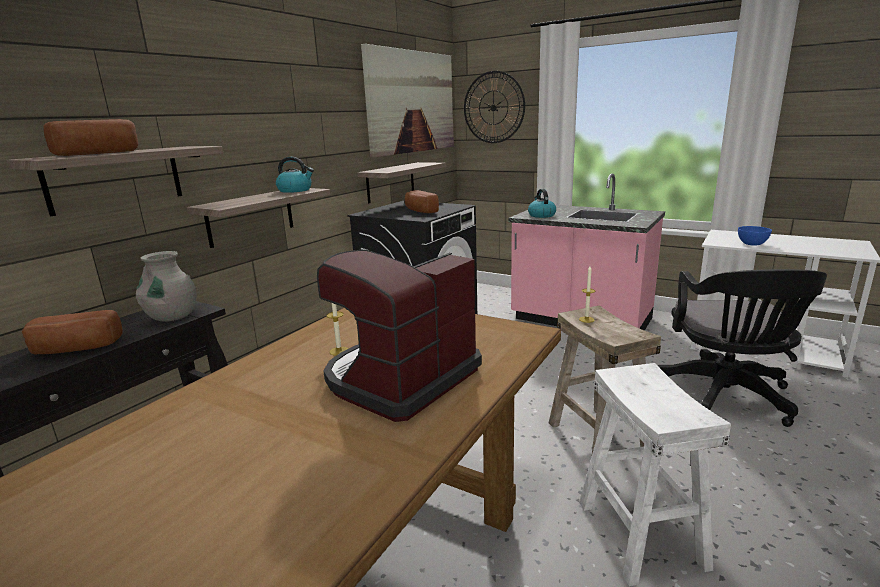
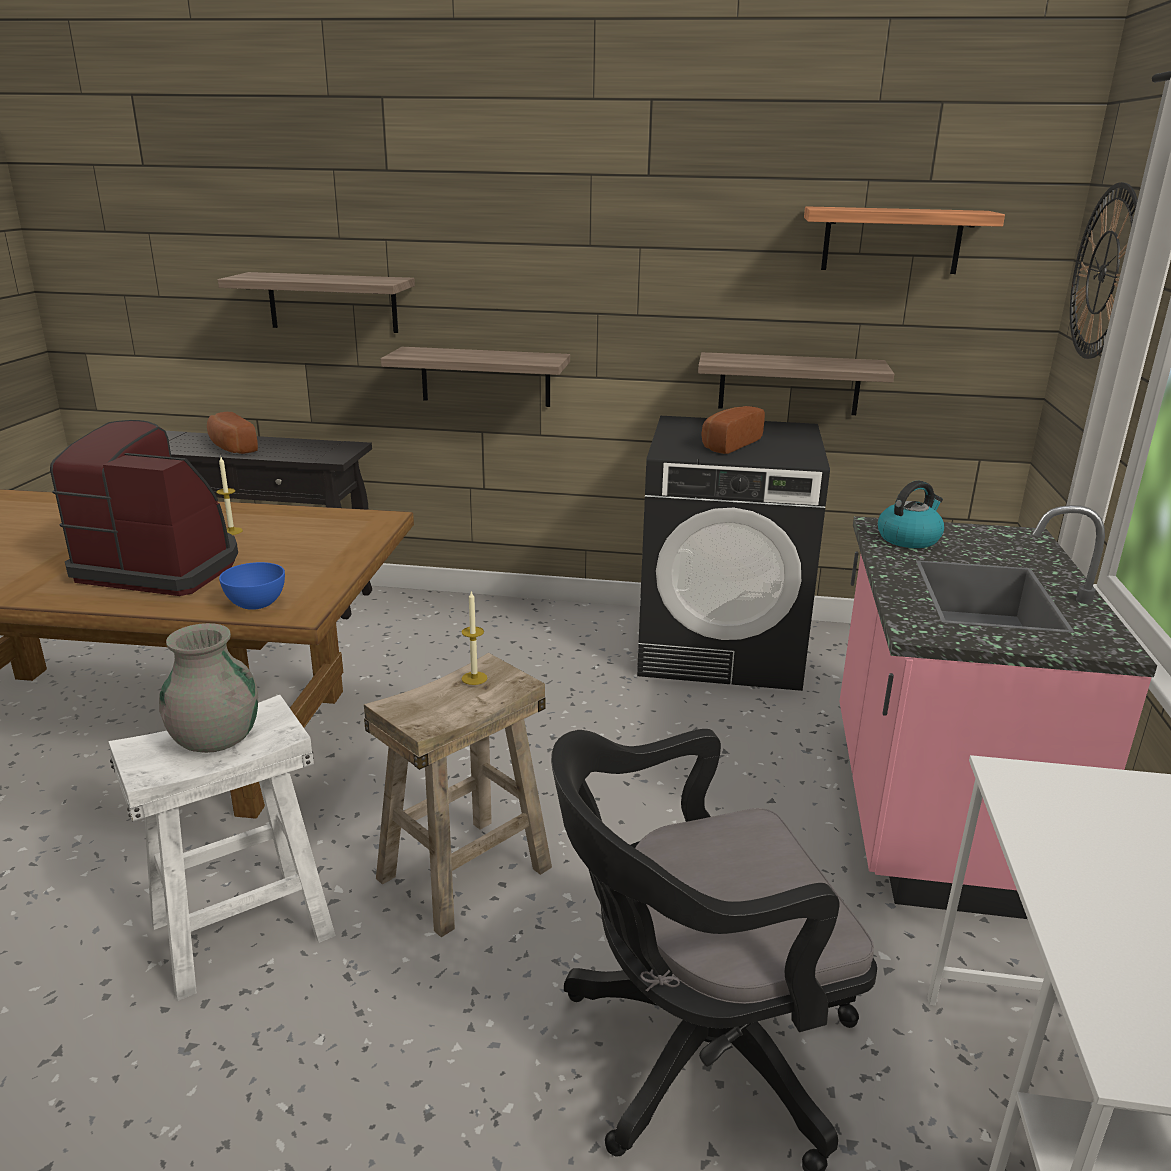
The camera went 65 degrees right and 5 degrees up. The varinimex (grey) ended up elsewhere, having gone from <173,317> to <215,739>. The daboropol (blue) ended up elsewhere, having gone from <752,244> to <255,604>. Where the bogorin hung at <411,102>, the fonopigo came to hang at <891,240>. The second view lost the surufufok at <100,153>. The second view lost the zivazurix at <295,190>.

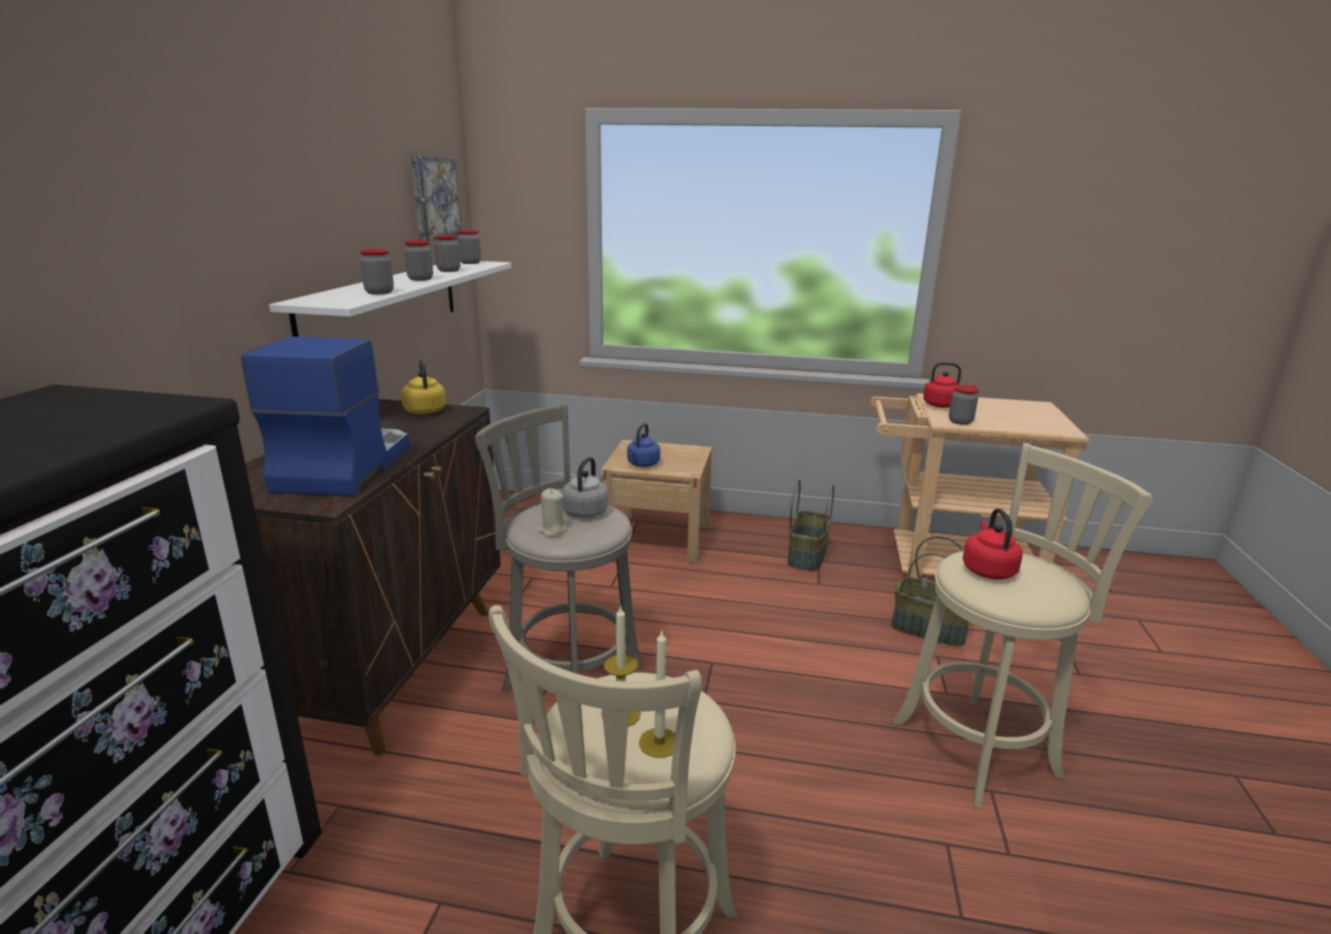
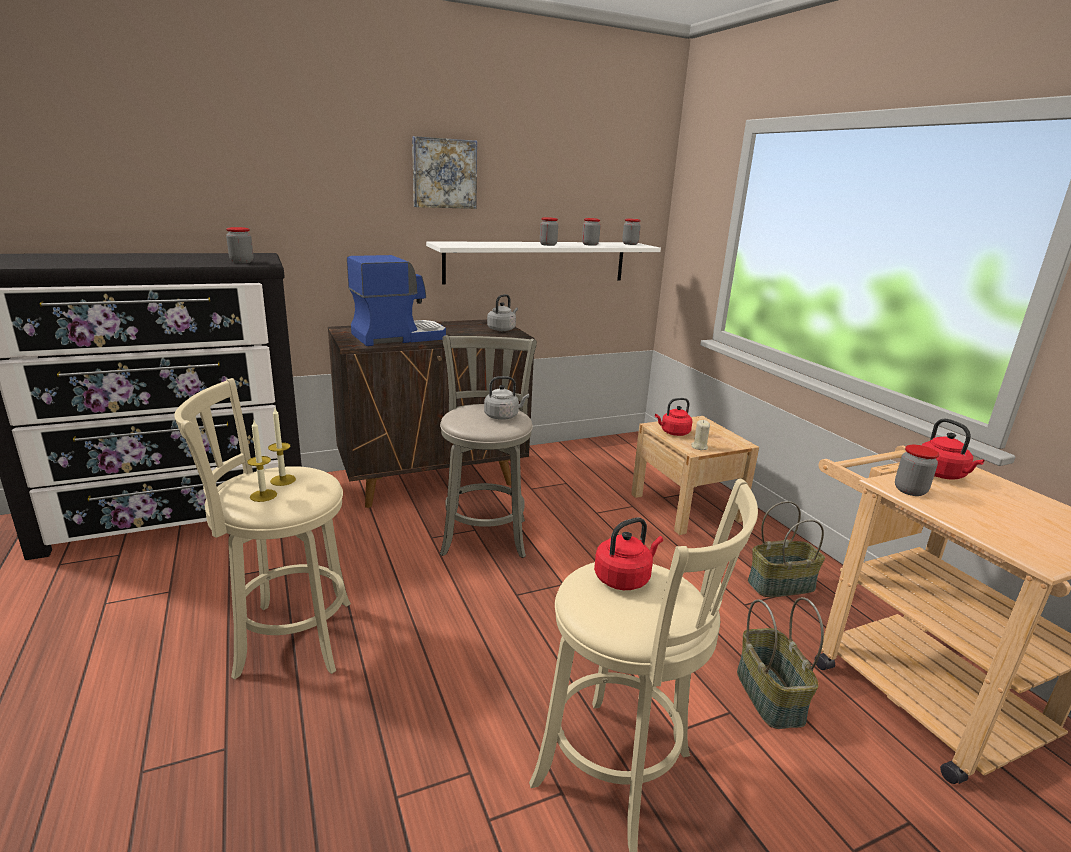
The camera went 55 degrees right and 0 degrees up. The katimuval ended up elsewhere, having gone from <379,292> to <242,262>. The bogorin ended up elsewhere, having gone from <433,198> to <444,173>. What was the zivazurix (yellow) at <425,410> turned into the zivazurix (grey) at <502,329>. What was the zivazurix (blue) at <642,464> turned into the zivazurix (red) at <673,433>. The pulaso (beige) ended up elsewhere, having gone from <552,531> to <699,447>.

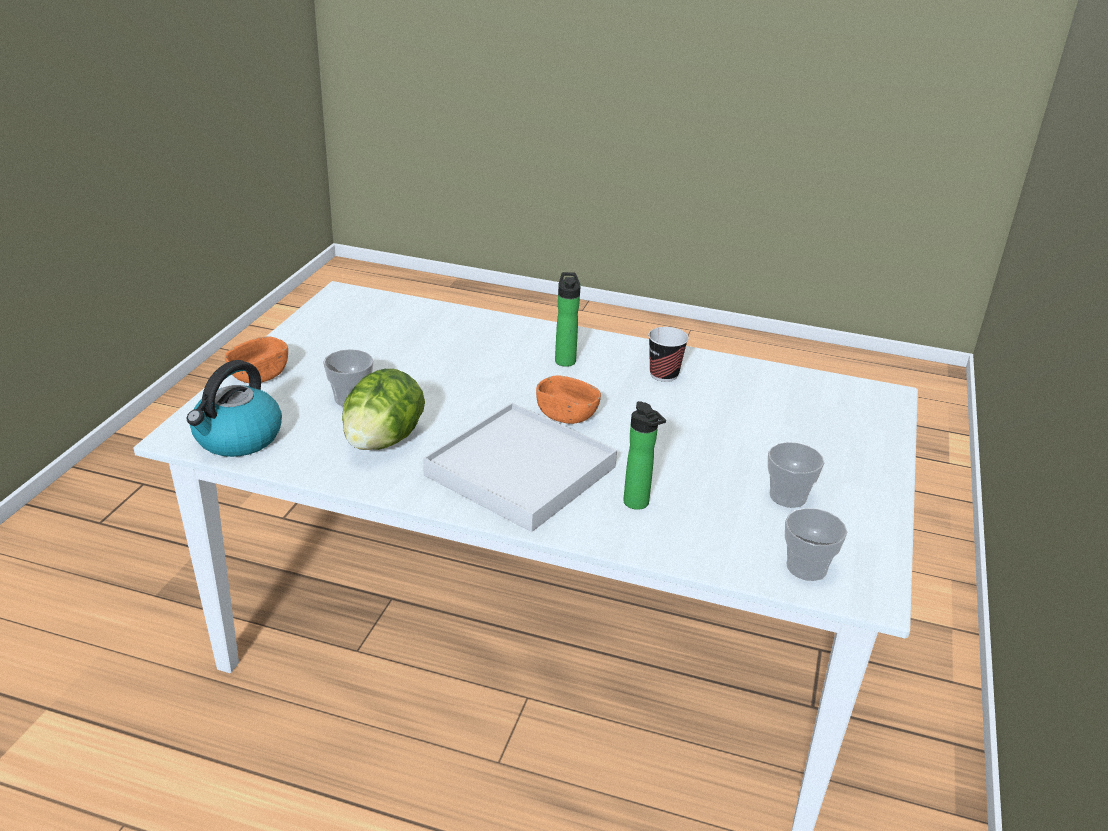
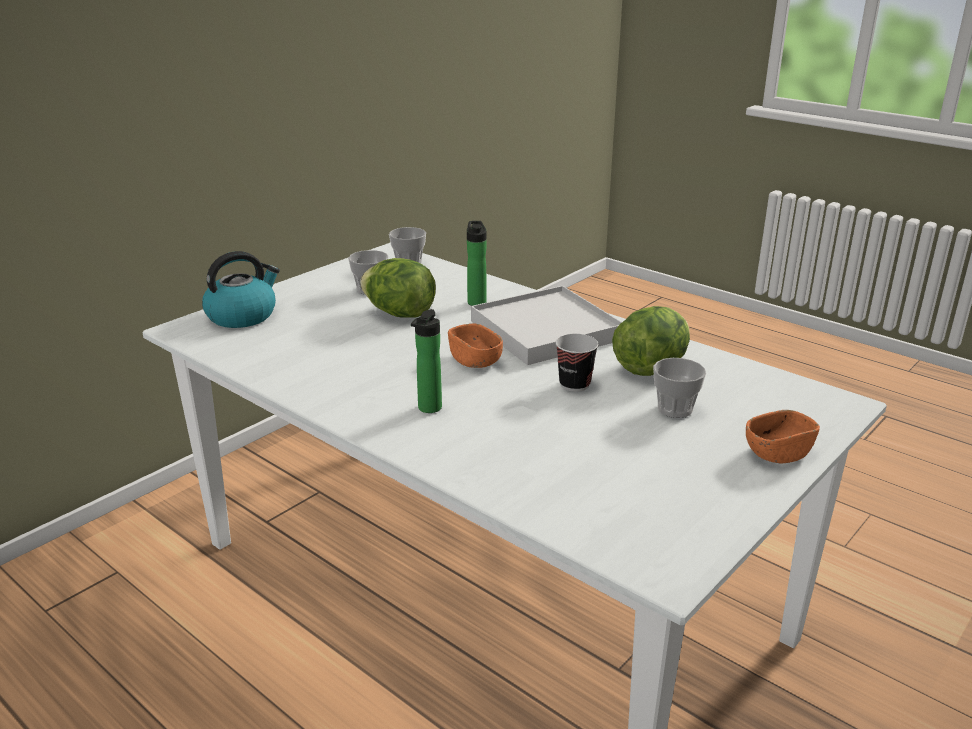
The camera went 155 degrees left and 5 degrees down. The zivazurix ended up elsewhere, having gone from <237,438> to <242,315>. The second view gained the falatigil at <399,313>. The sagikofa ended up elsewhere, having gone from <664,374> to <574,384>.

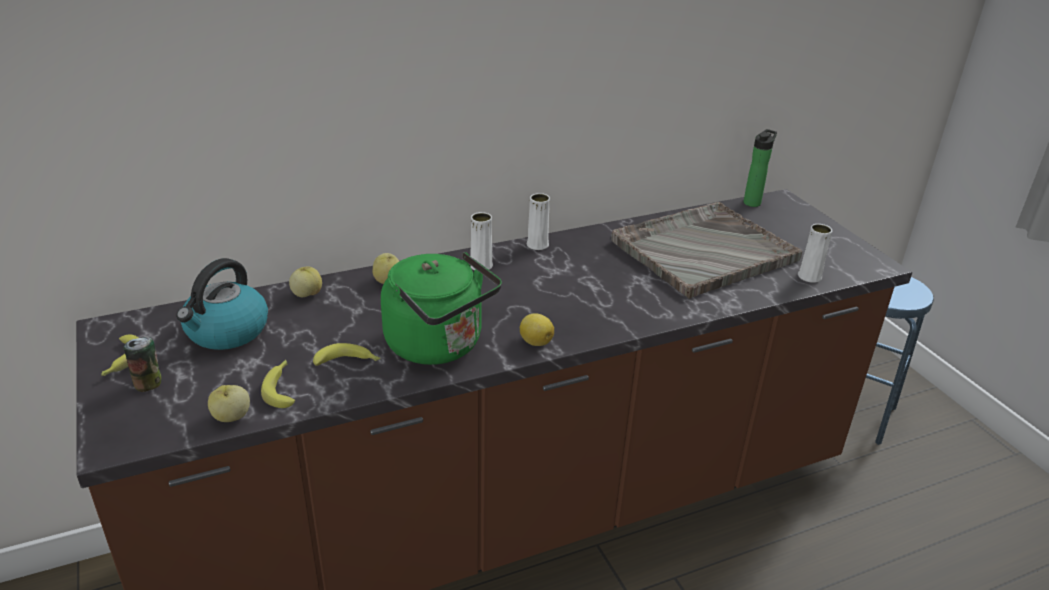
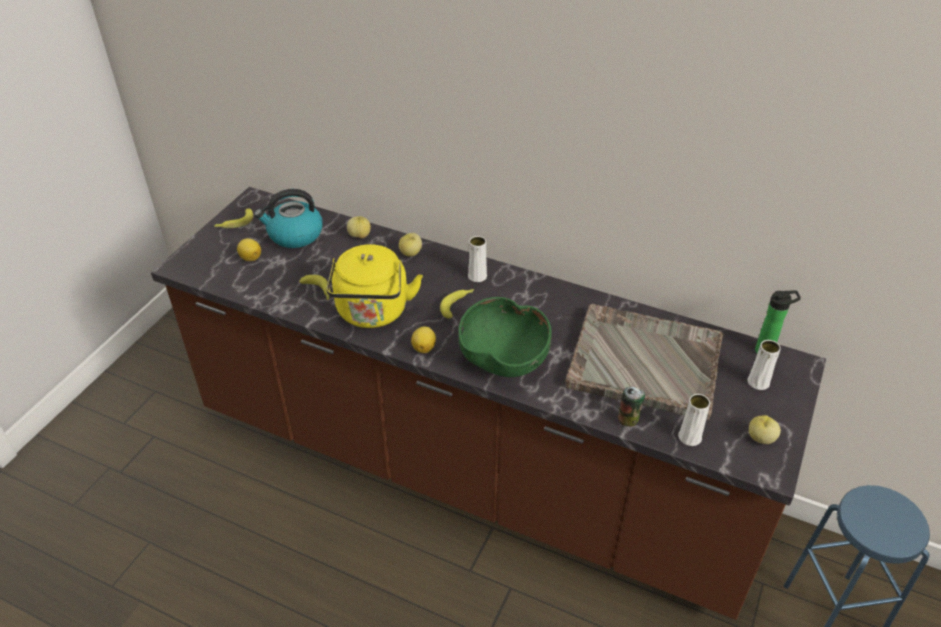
The camera went 50 degrees right and 10 degrees up. The second view gained the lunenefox at <250,257>. What was the zivazurix (green) at <439,346> turned into the zivazurix (yellow) at <373,313>. The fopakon ended up elsewhere, having gone from <282,388> to <458,305>. The second view gained the daboropol (green) at <504,358>. The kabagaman ended up elsewhere, having gone from <148,384> to <628,419>. The varinimex (white) ended up elsewhere, having gone from <537,244> to <758,382>. The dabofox ended up elsewhere, having gone from <231,417> to <760,438>.

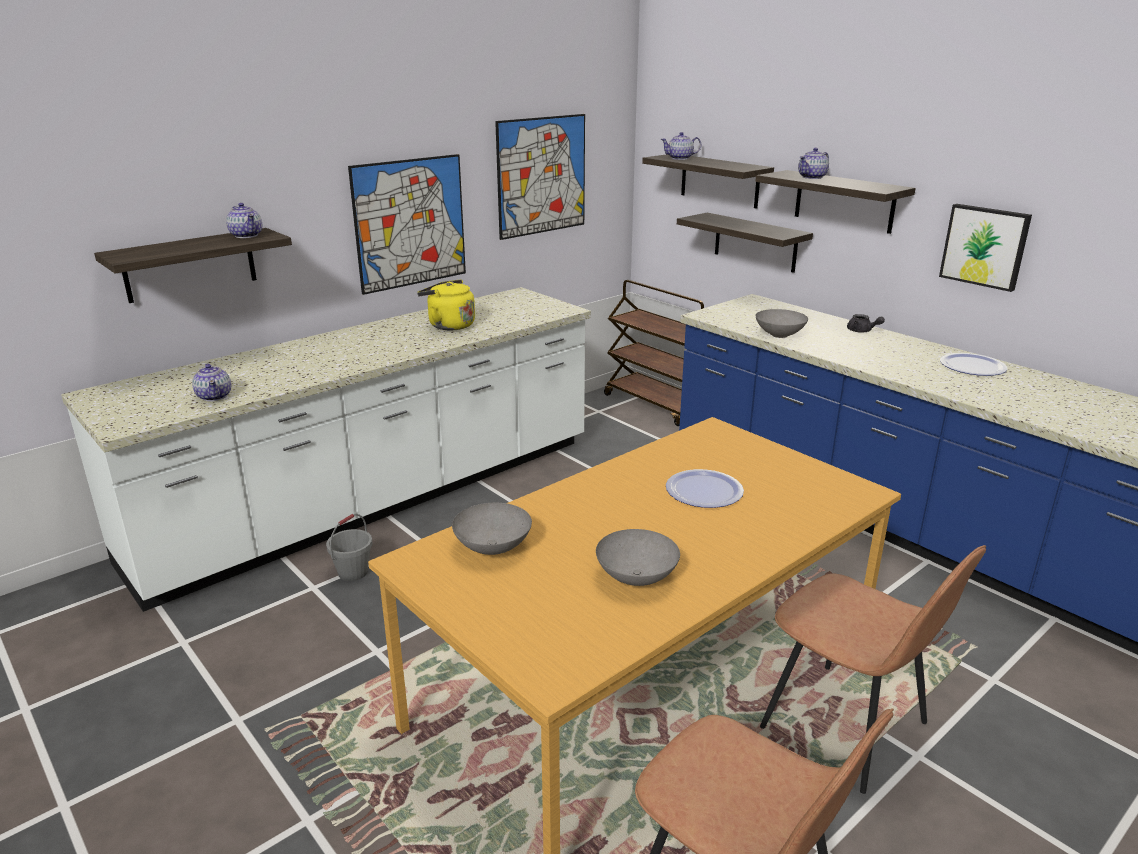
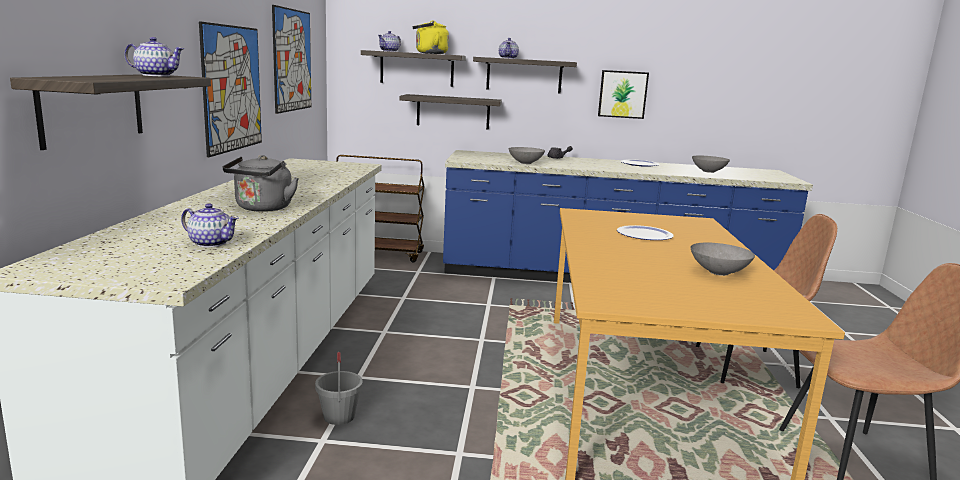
The camera went 45 degrees left and 10 degrees down. The second view gained the zivazurix (grey) at <262,209>. The zivazurix (yellow) ended up elsewhere, having gone from <449,325> to <429,53>. The daboropol (grey) ended up elsewhere, having gone from <493,548> to <709,171>.

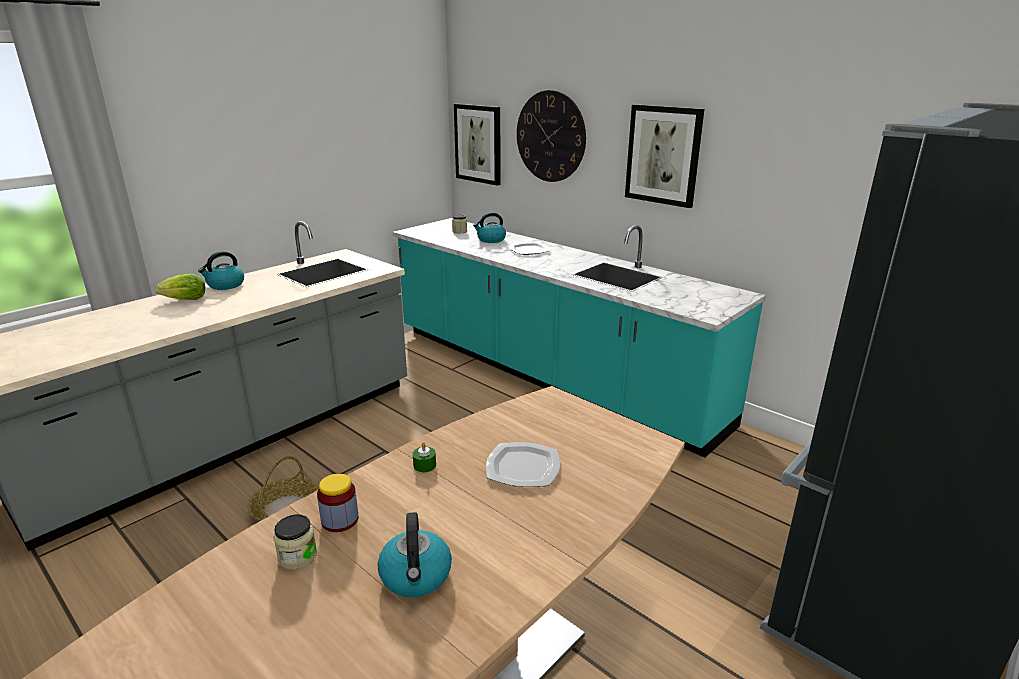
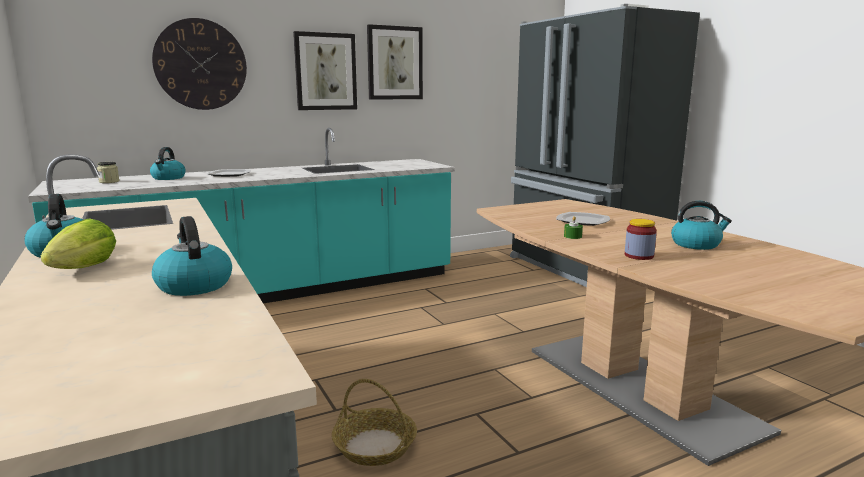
The camera went 70 degrees left and 10 degrees down. The second view gained the zivazurix at <193,285>. The bogorin ended up elsewhere, having gone from <478,144> to <394,63>. The second view lost the katimuval at <297,556>.

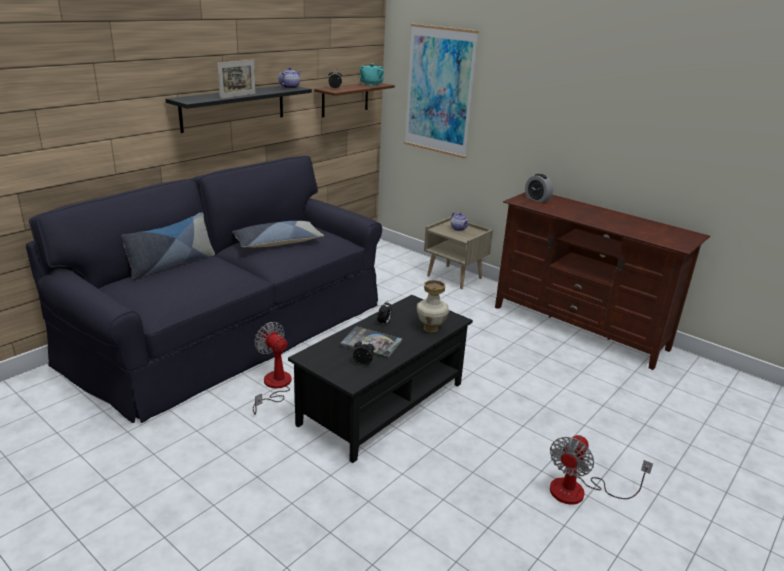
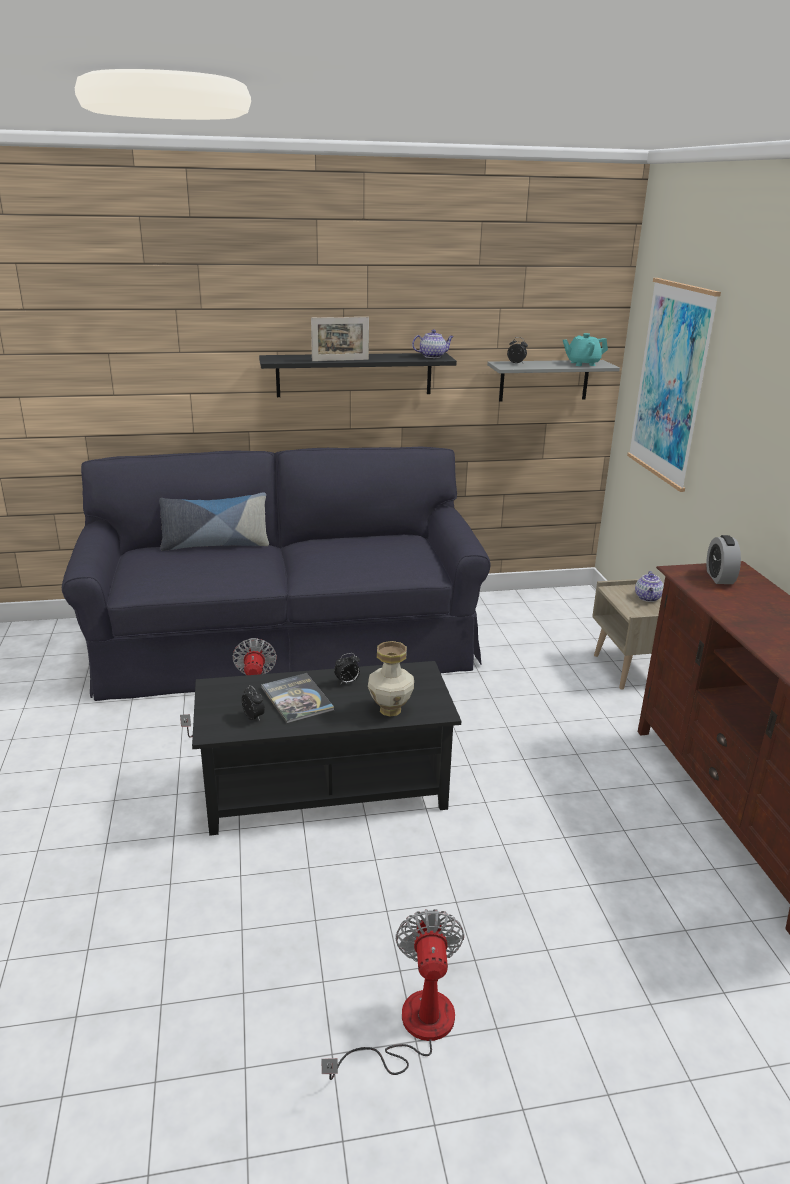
The camera went 40 degrees right and 0 degrees up. The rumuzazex at <579,491> ended up facing another way, 105 degrees clockwise from before. What was the fonopigo (brown) at <345,99> turned into the fonopigo (grey) at <544,380>. The second view lost the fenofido at <277,243>.

